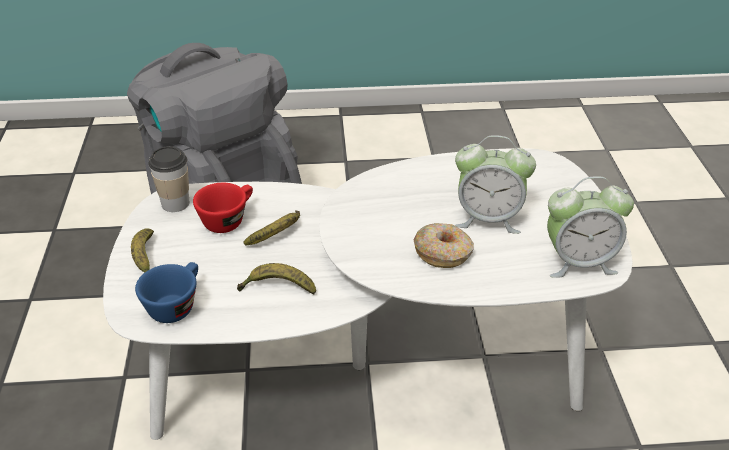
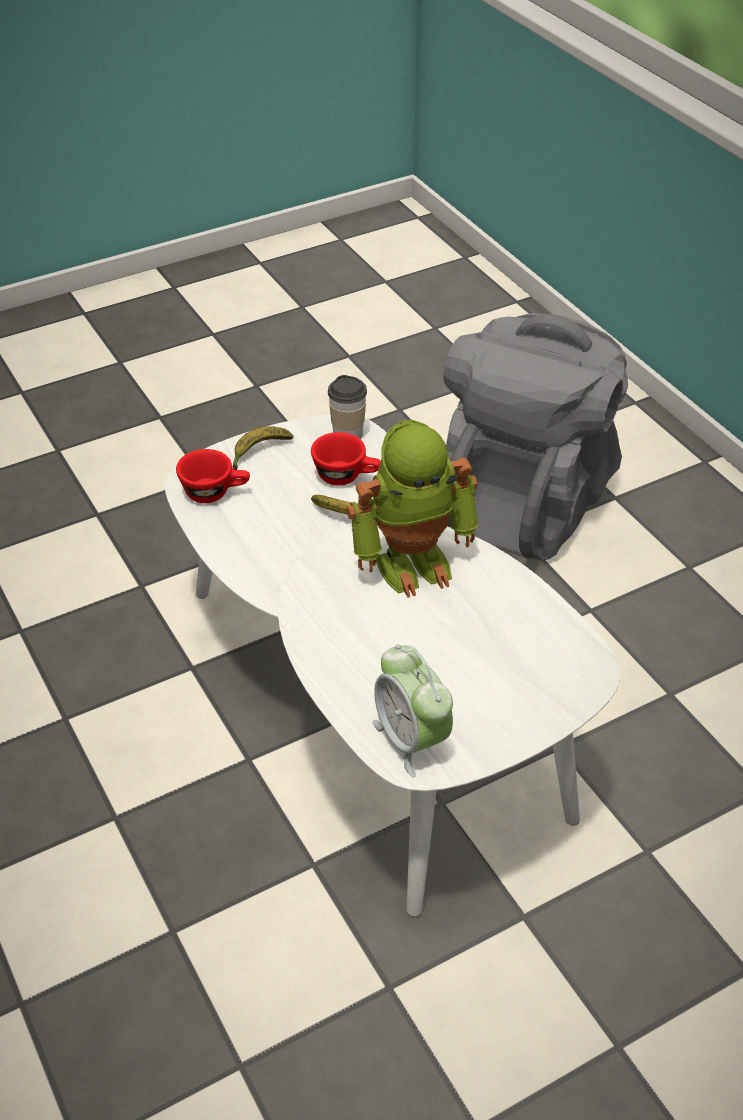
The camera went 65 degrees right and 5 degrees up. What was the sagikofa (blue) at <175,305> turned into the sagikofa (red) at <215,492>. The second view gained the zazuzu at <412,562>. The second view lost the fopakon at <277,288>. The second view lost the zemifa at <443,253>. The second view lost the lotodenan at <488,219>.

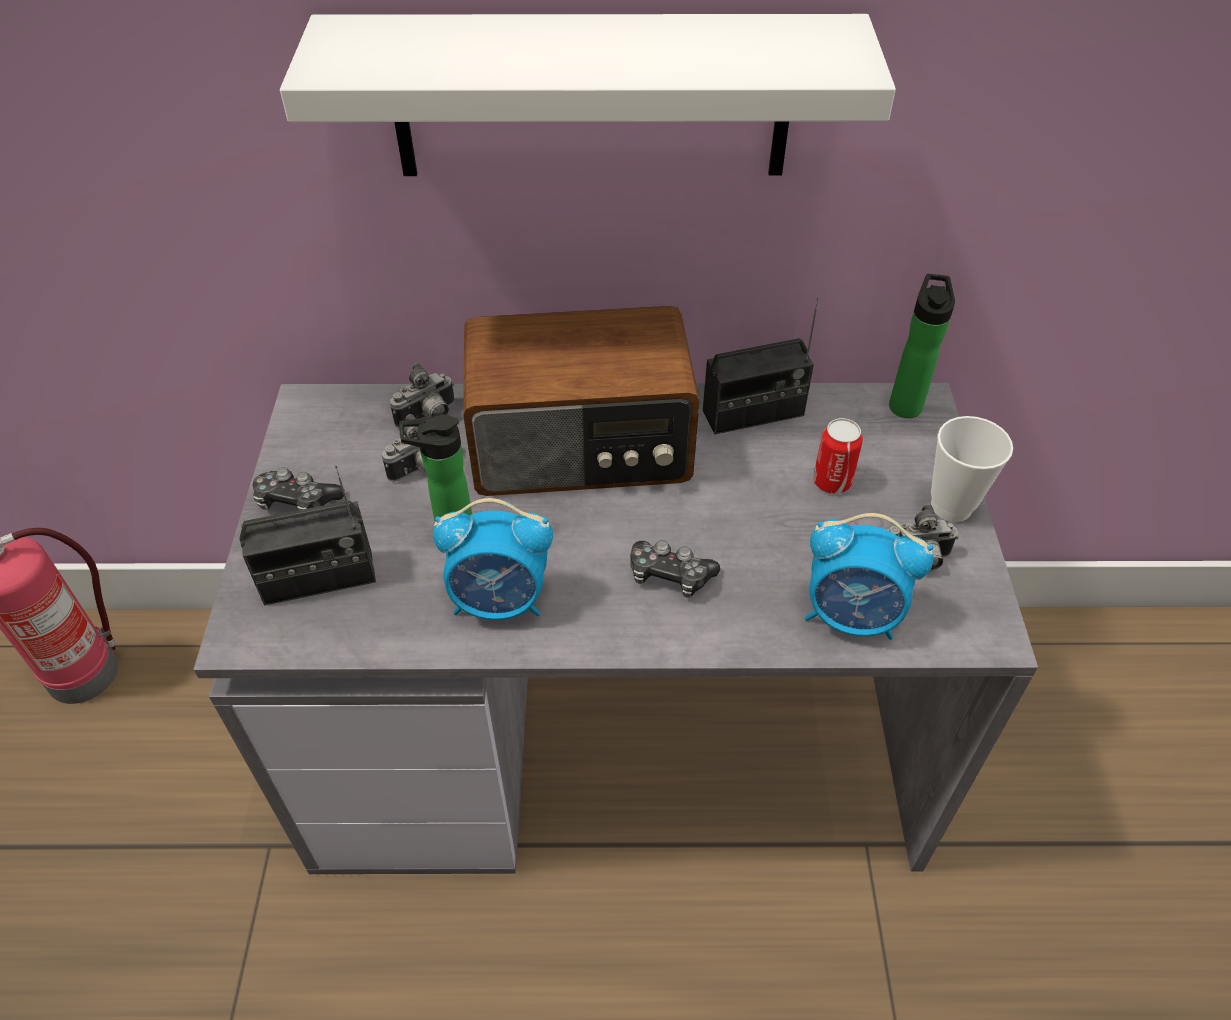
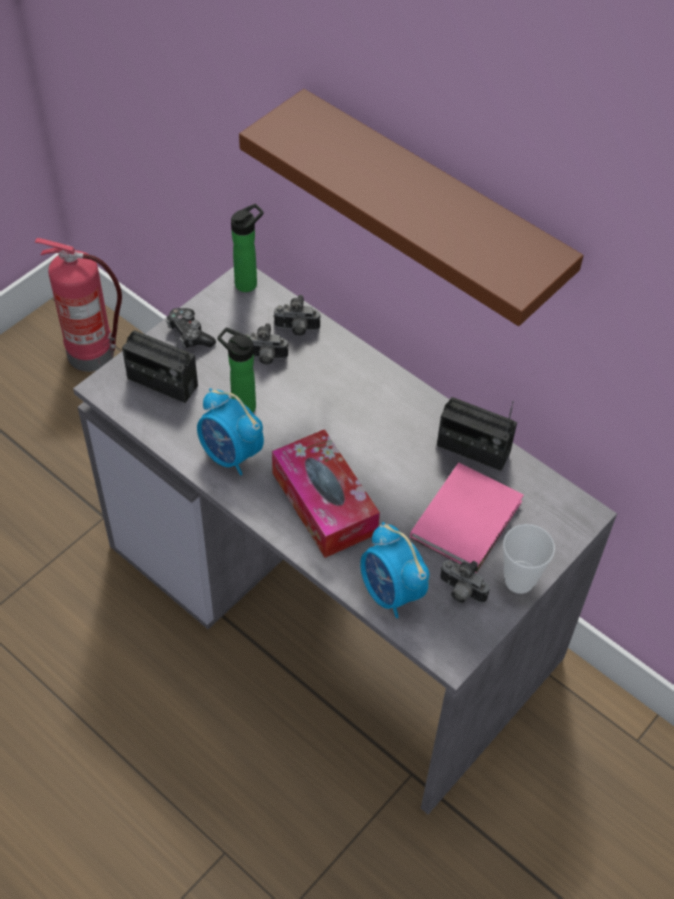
The camera went 40 degrees right and 5 degrees up. The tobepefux ended up elsewhere, having gone from <905,403> to <249,283>. What was the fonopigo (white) at <591,98> turned into the fonopigo (brown) at <431,209>. Where the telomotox stood at <669,575>, the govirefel came to stand at <324,503>. Where the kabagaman stood at <832,481>, the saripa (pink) came to stand at <469,518>. The second view lost the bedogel at <582,446>.

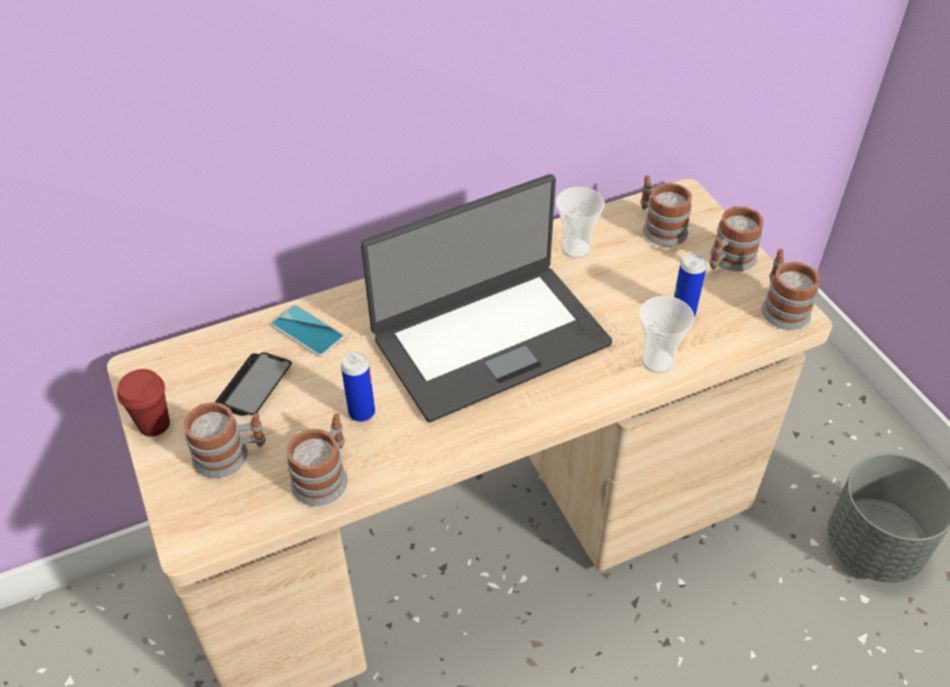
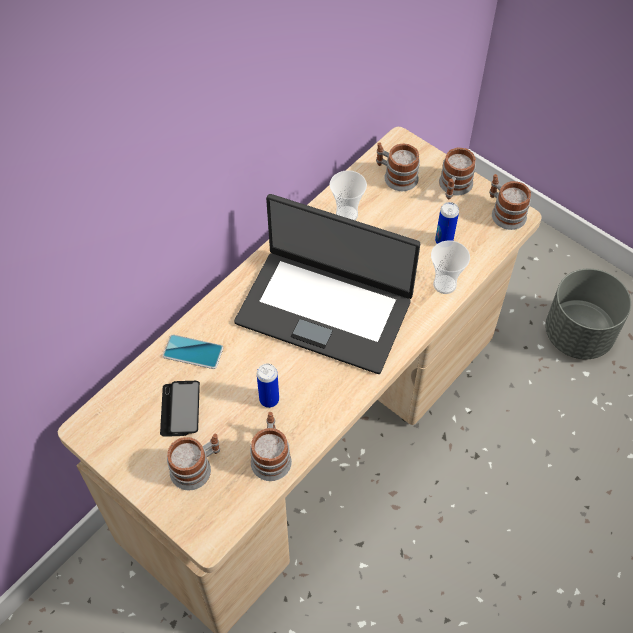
The camera went 25 degrees left and 10 degrees up. The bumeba at <489,339> ended up facing another way, 75 degrees clockwise from before. The second view lost the sagikofa (red) at <154,424>.

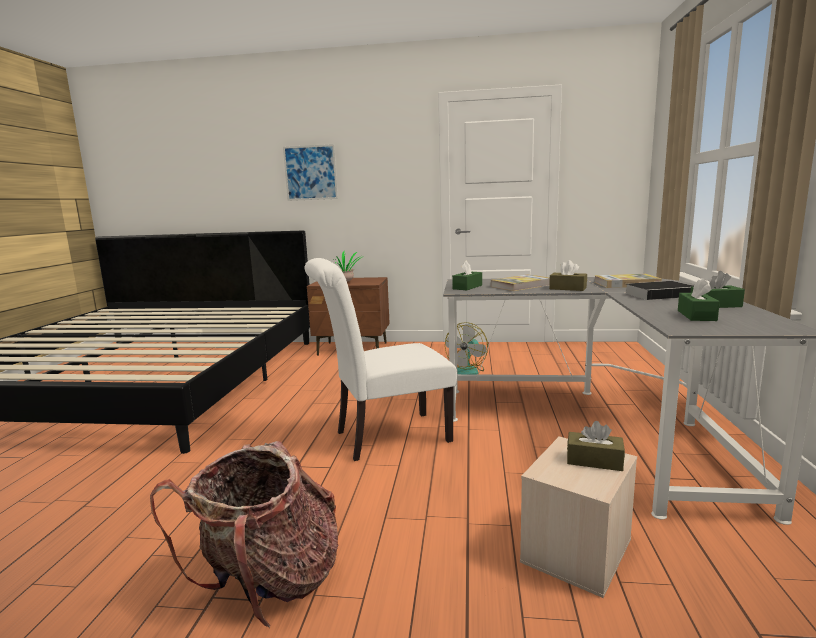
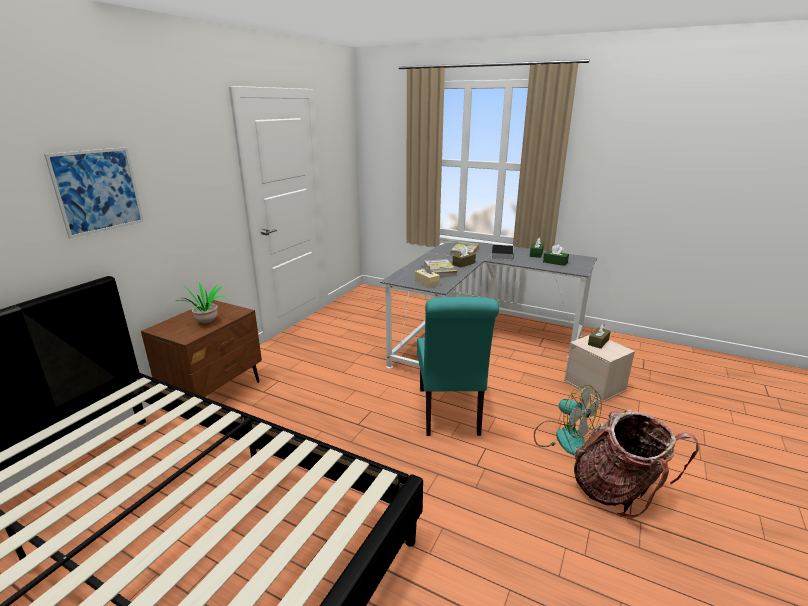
The camera went 70 degrees left and 10 degrees up. What was the govirefel (green) at <467,287> turned into the govirefel (beige) at <427,283>. What was the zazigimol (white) at <385,437> turned into the zazigimol (turquoise) at <450,414>. The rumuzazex ended up elsewhere, having gone from <466,372> to <563,437>.

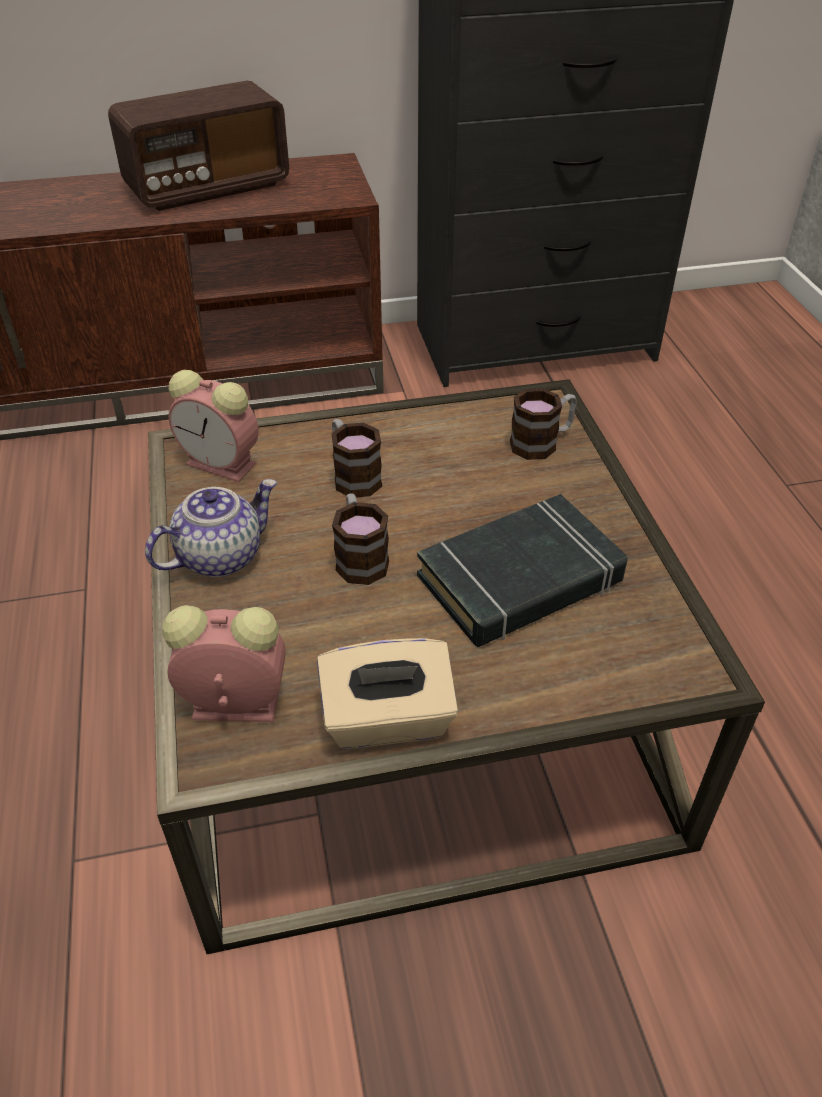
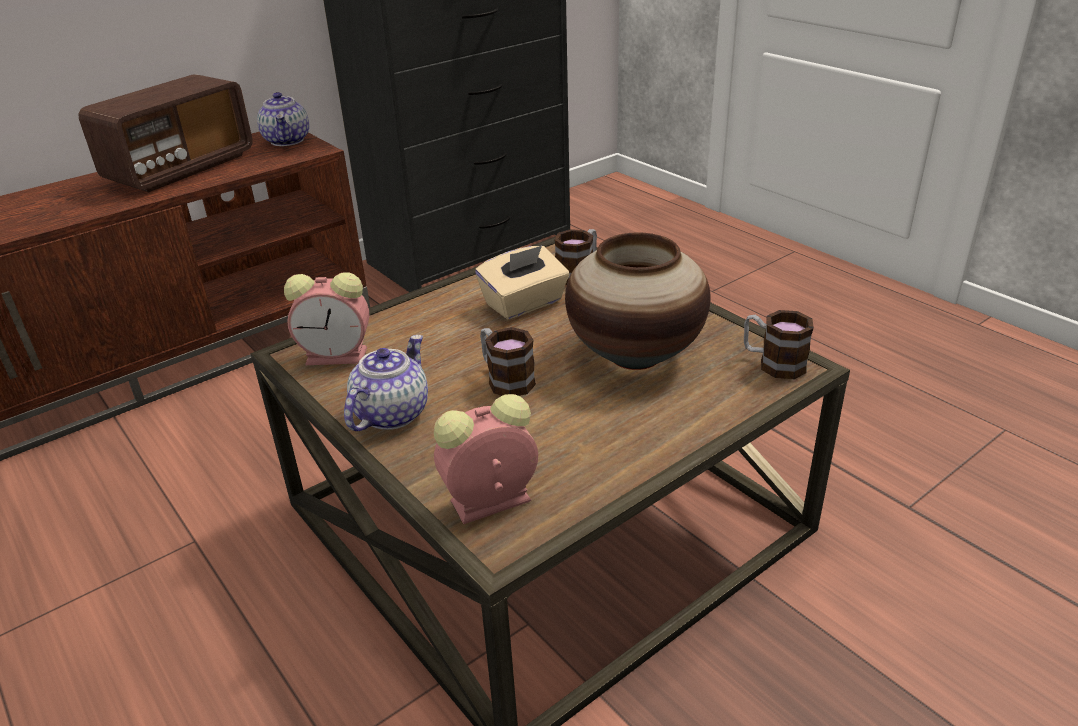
The camera went 25 degrees left and 10 degrees down. The second view gained the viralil at <288,140>. The govirefel (beige) ended up elsewhere, having gone from <388,720> to <524,303>. Where the saripa (black) stood at <521,580>, the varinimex came to stand at <636,355>. The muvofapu ended up elsewhere, having gone from <353,476> to <773,363>.

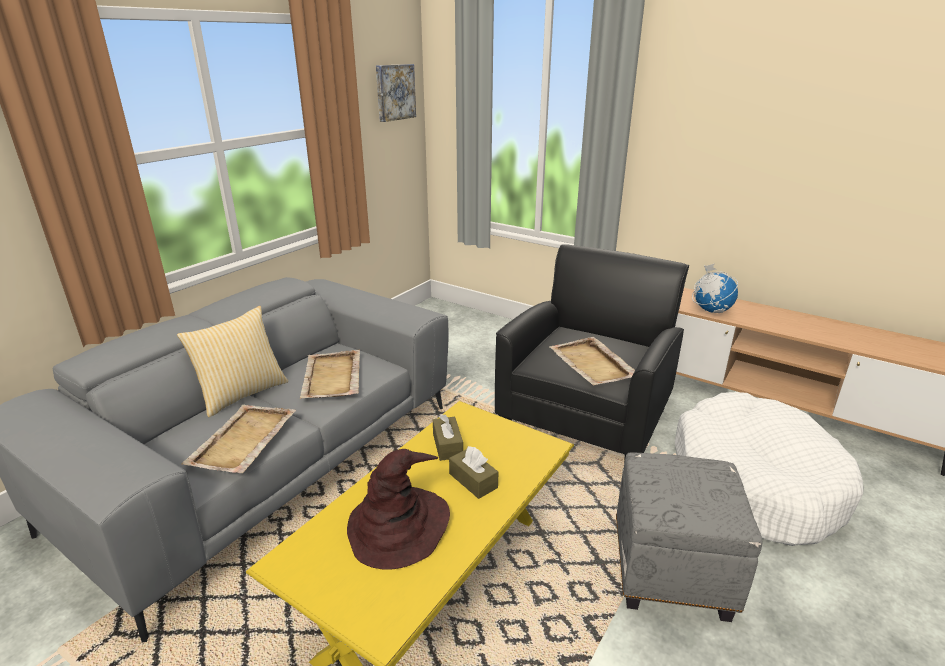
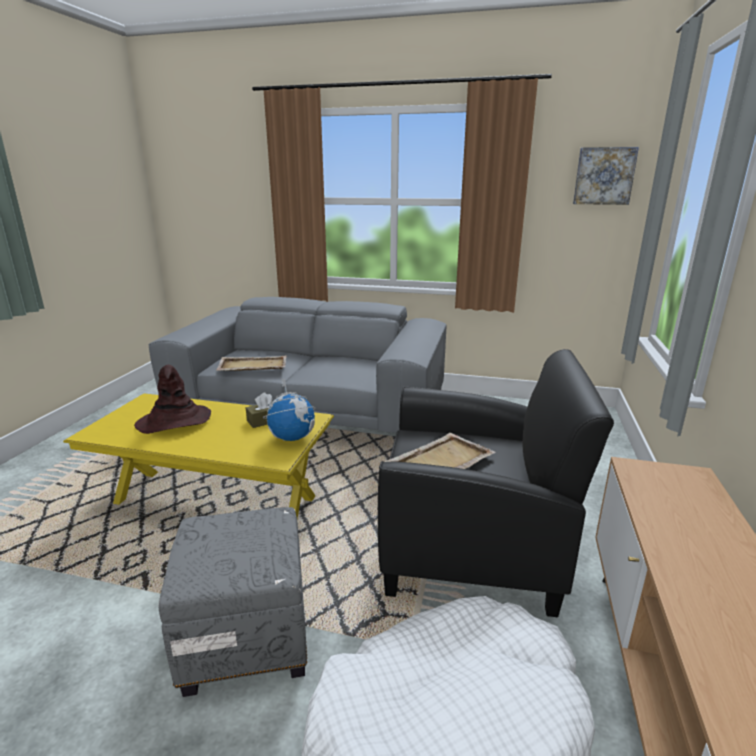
The camera went 70 degrees right and 5 degrees down. The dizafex ended up elsewhere, having gone from <711,311> to <292,437>. The second view lost the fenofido at <242,393>. The second view lost the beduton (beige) at <332,377>. The second view lost the govirefel (brown) at <473,480>.

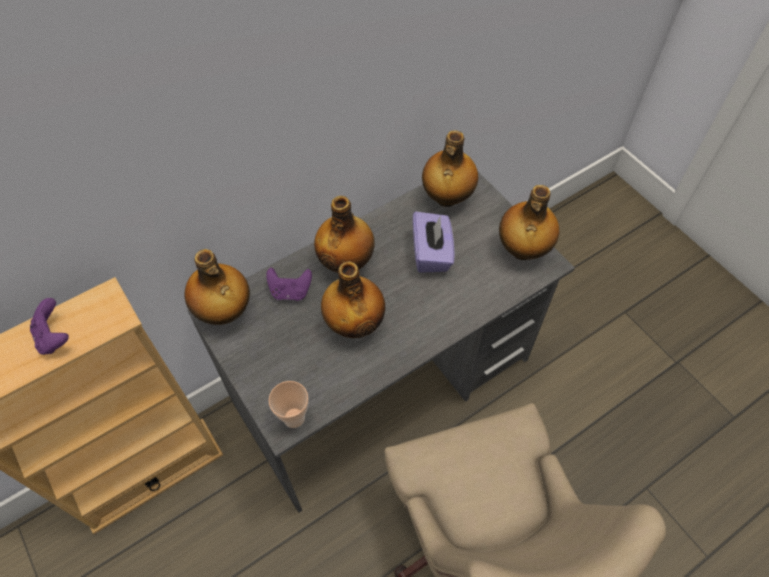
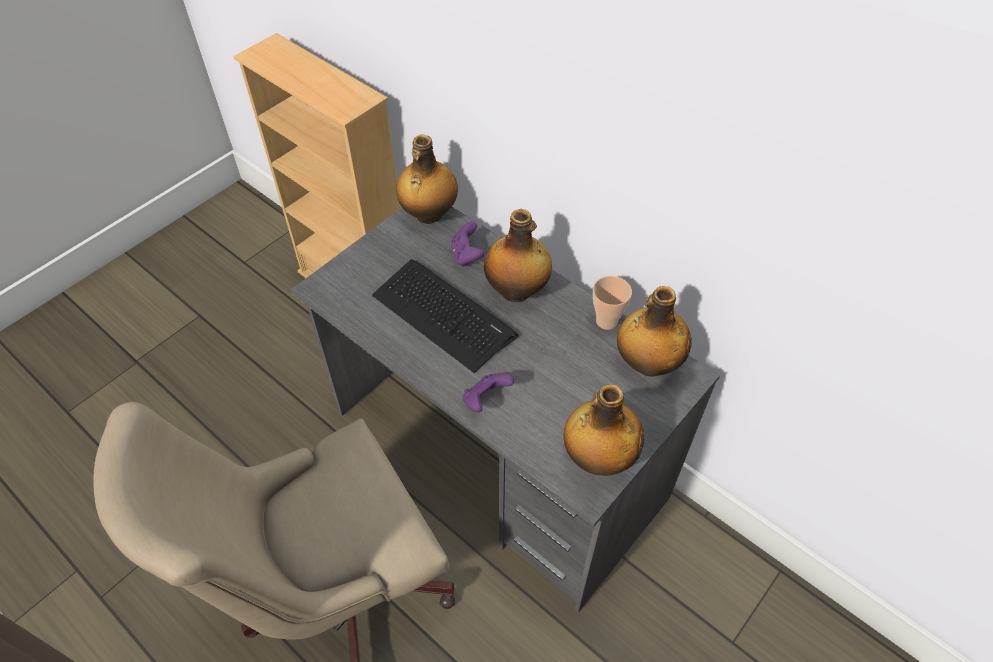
The camera went 75 degrees right and 5 degrees down. Where the tobepefux stood at <355,323>, the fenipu came to stand at <443,315>. The telomotox (purple) ended up elsewhere, having gone from <54,337> to <485,400>. The sagikofa ended up elsewhere, having gone from <294,418> to <606,321>. The second view lost the govirefel (purple) at <431,253>.

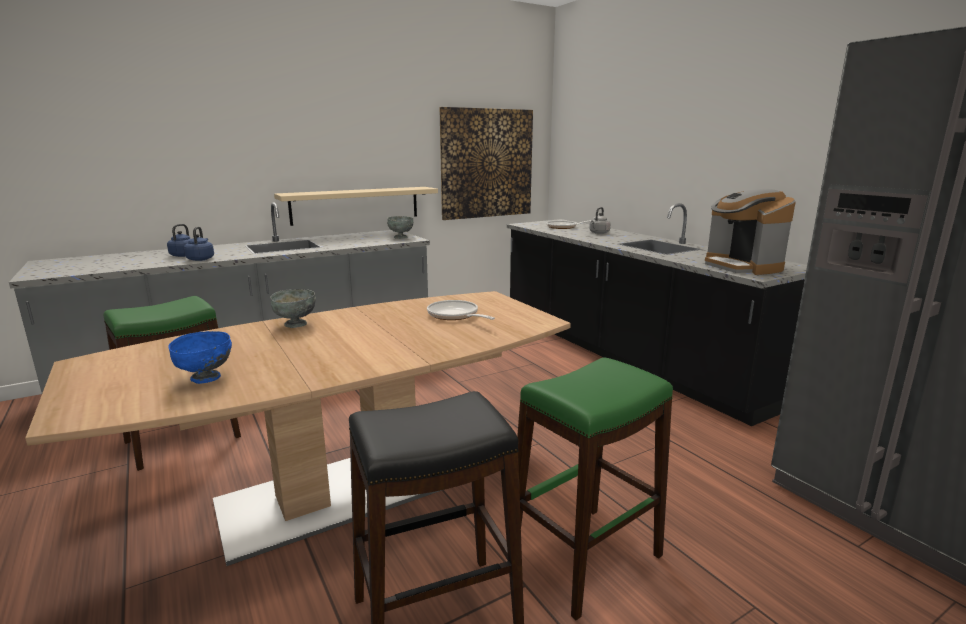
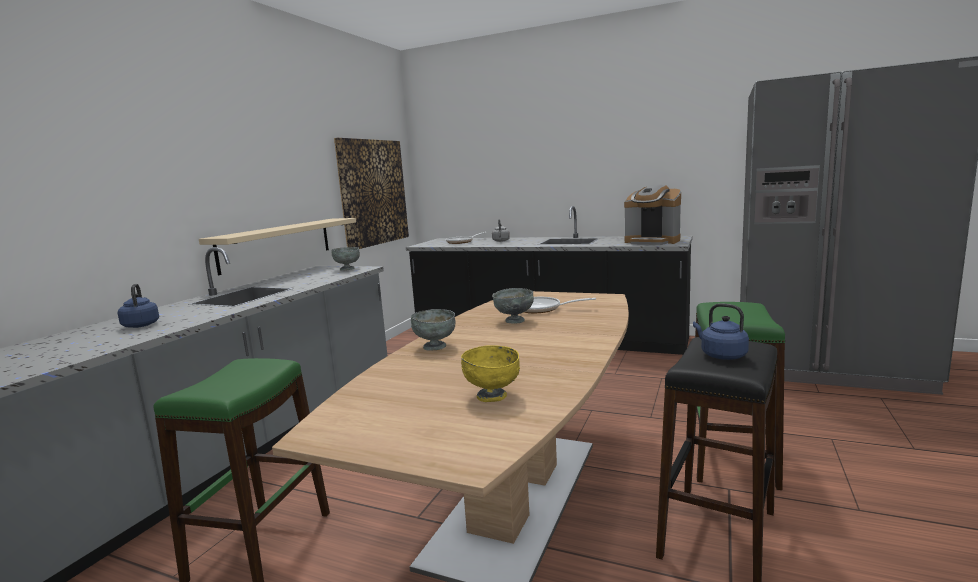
The camera went 35 degrees left and 5 degrees down. What was the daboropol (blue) at <206,378> turned into the daboropol (yellow) at <493,396>. The second view gained the daboropol (grey) at <514,321>. The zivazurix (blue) ended up elsewhere, having gone from <201,259> to <721,355>.

